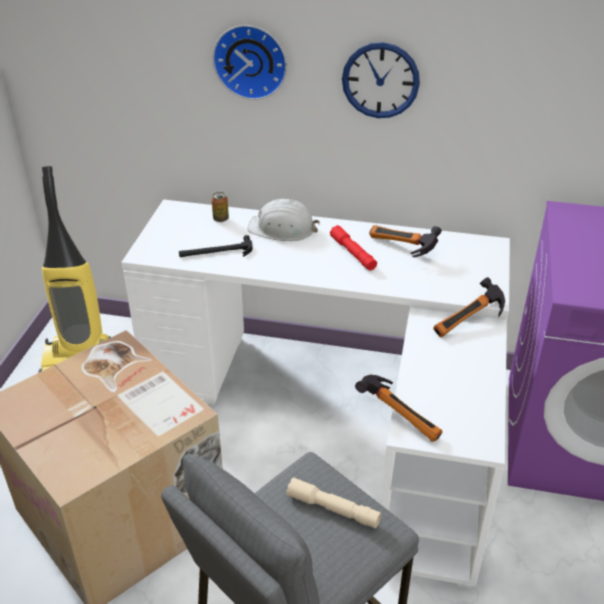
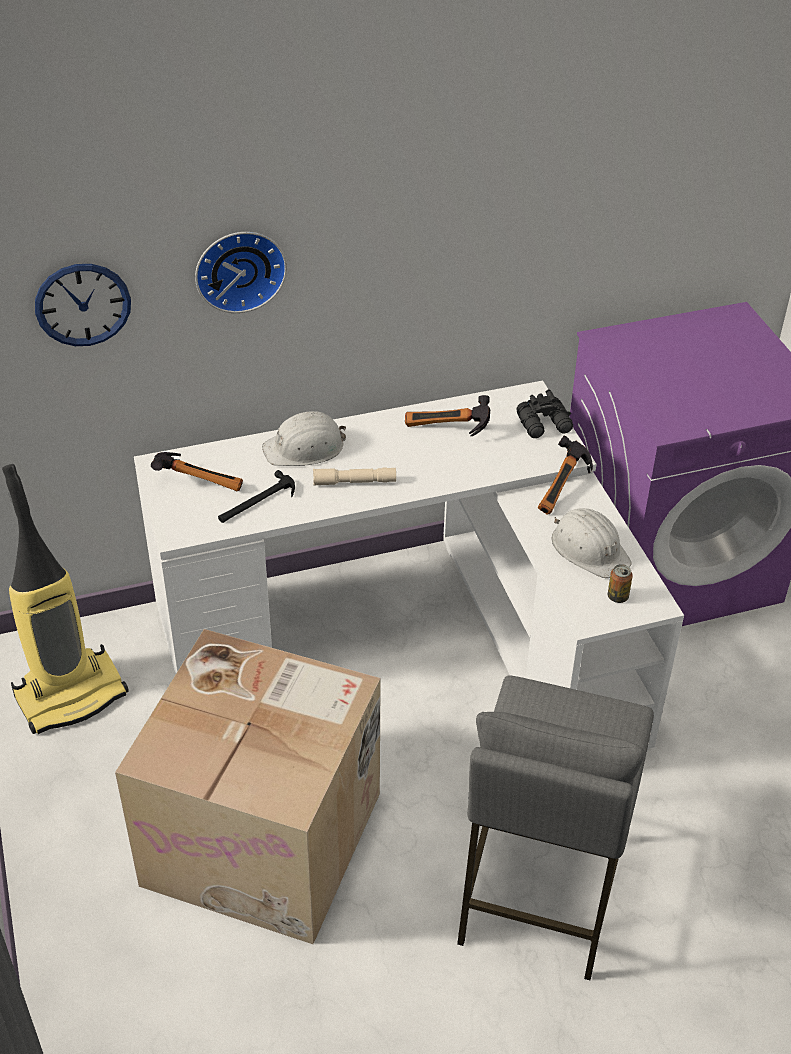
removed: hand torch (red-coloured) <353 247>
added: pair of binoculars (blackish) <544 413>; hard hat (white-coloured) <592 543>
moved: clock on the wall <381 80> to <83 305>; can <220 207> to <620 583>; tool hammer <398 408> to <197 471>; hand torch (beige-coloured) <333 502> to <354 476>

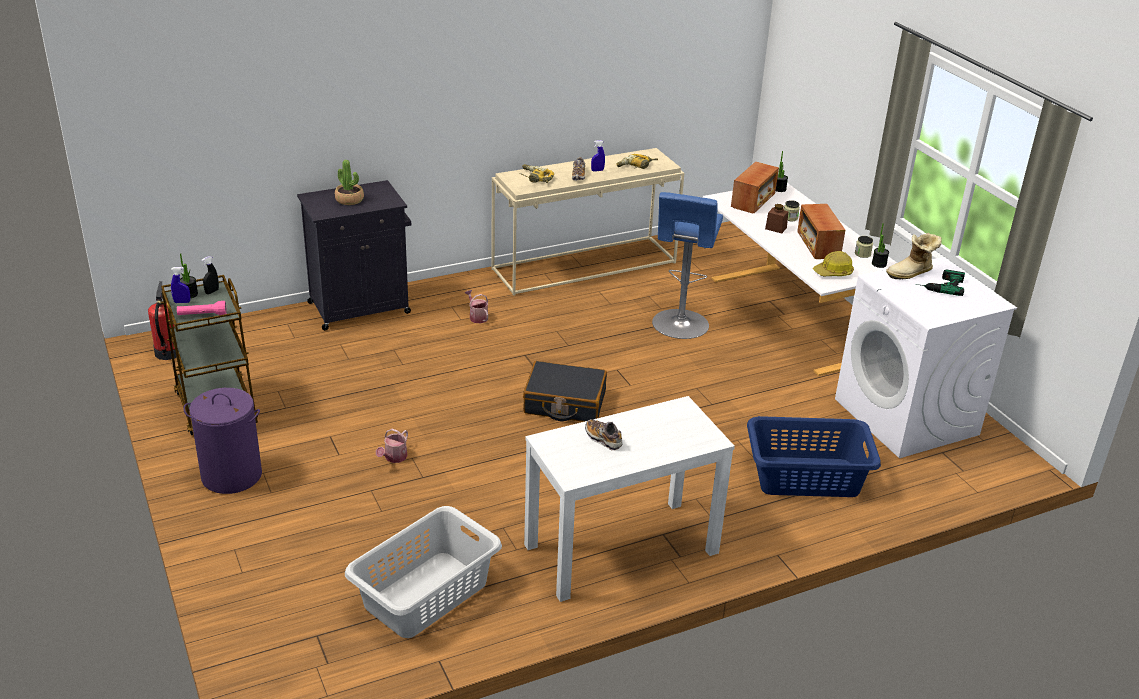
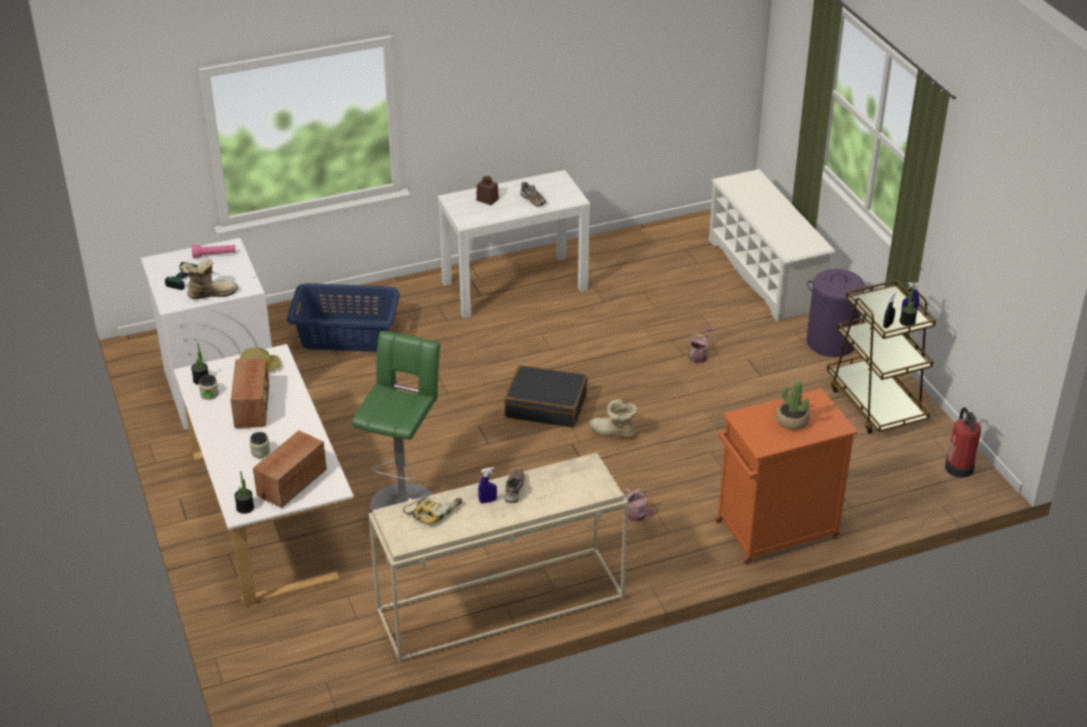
removed: power drill <536 173>; hamper (grey) <423 572>
added: shoe shelf (white-coloured) <772 245>; boot <613 418>
moved: storage jar (brown) <776 218> to <487 190>; hand torch (pinkish) <202 308> to <214 251>
recoloured: storage cabinet (blackish) <354 255> to storage cabinet (orange) <786 476>; stool (blue) <687 265> to stool (green) <396 421>

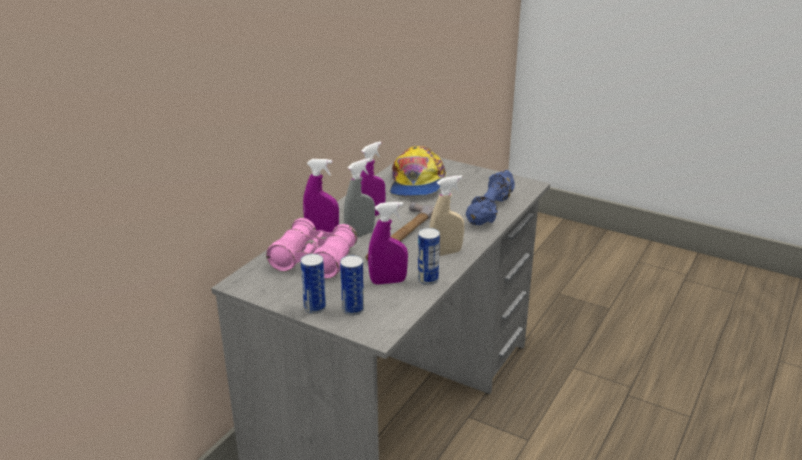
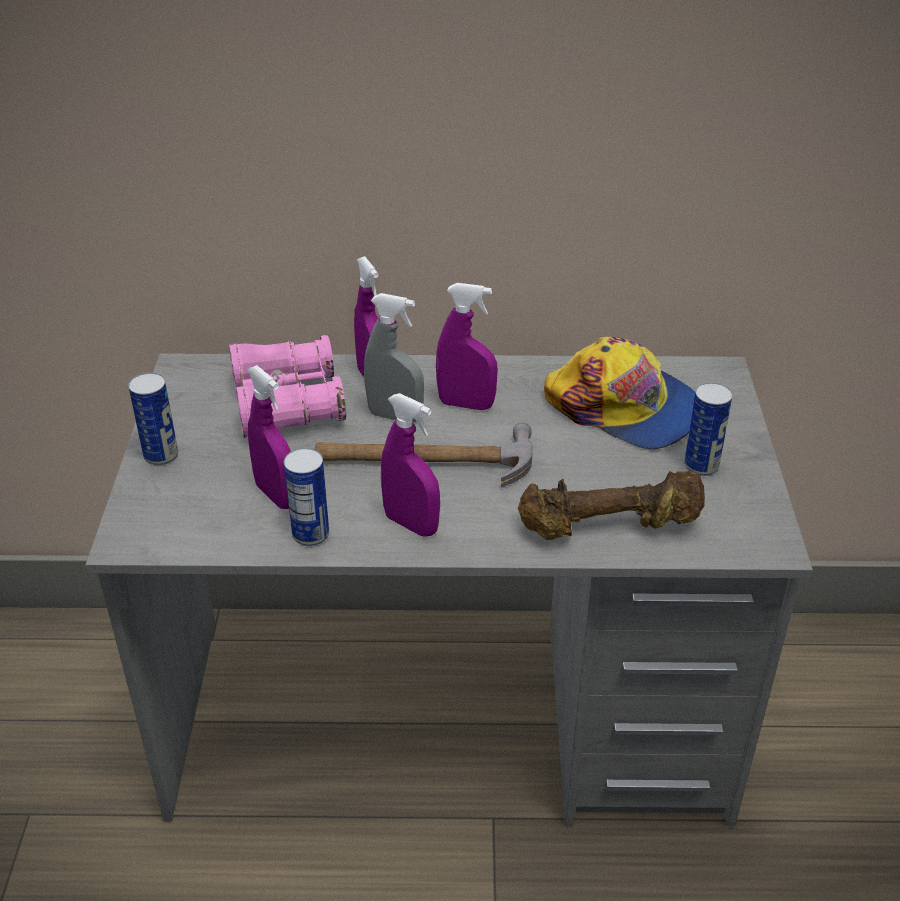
moved: can <352 285> to <708 429>
recoloured: free weight (blue) <490 197> to free weight (brown) <611 505>; hand sprayer (beige-coloured) <446 215> to hand sprayer (purple) <410 465>
turned: peaked cap <418 171> = <620 393> 120 degrees counterclockwise

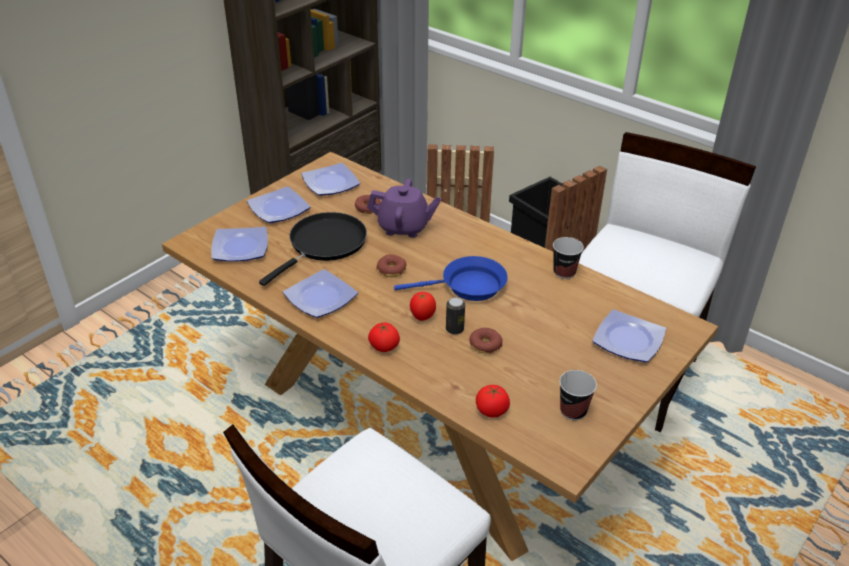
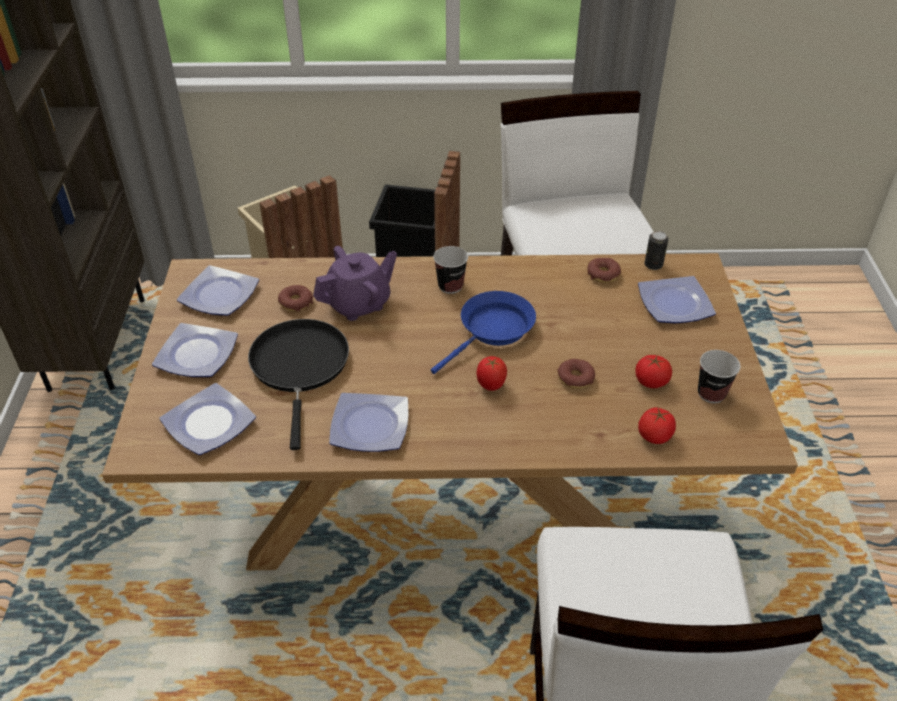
moved: small cup <568 258> to <450 270>; donut <391 265> to <604 270>; can <455 316> to <656 250>; tomato <384 337> to <653 371>

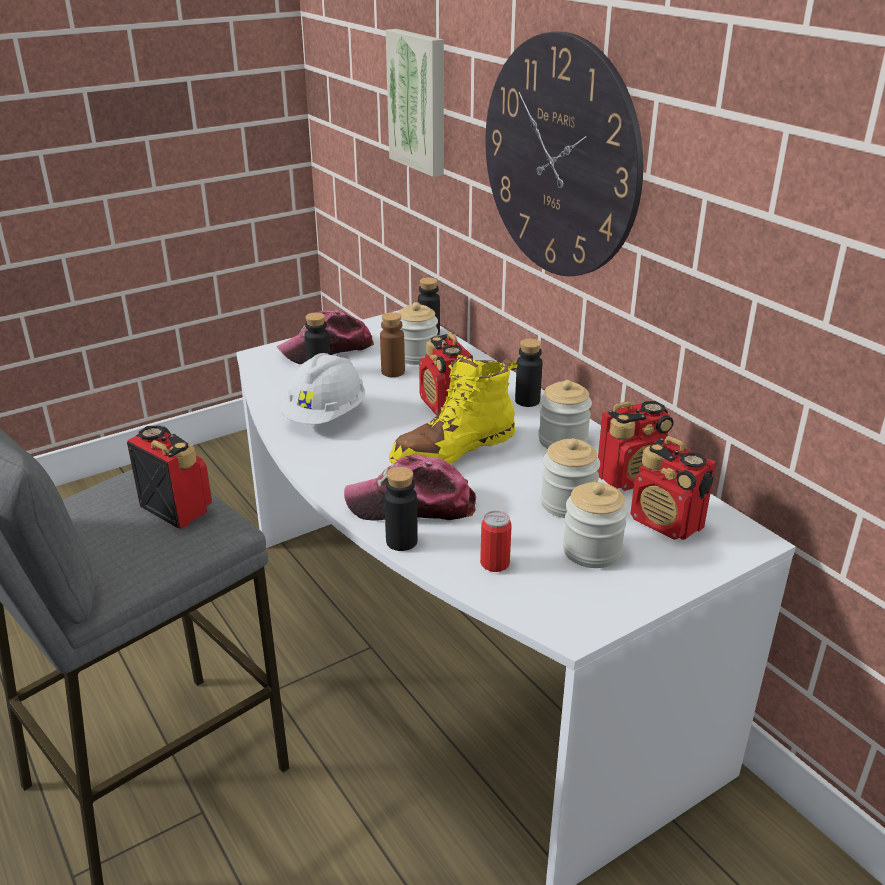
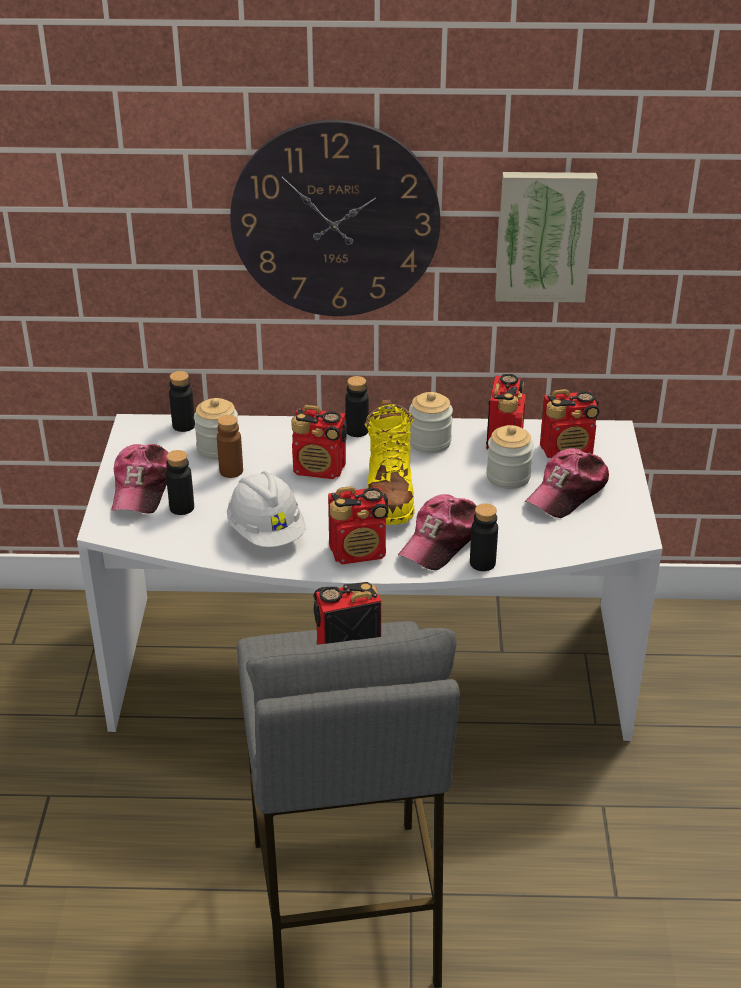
removed: can <496 541>
added: radio set <358 525>
moved: wall art <415 103> to <546 237>
replaced: storage jar <595 525> to peaked cap <567 483>

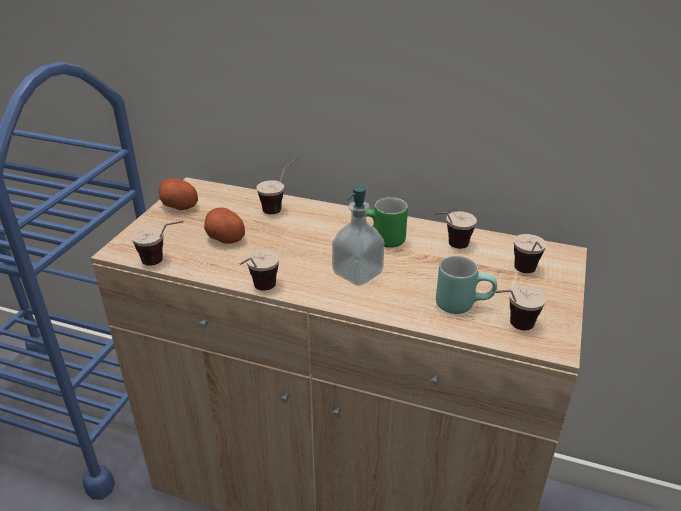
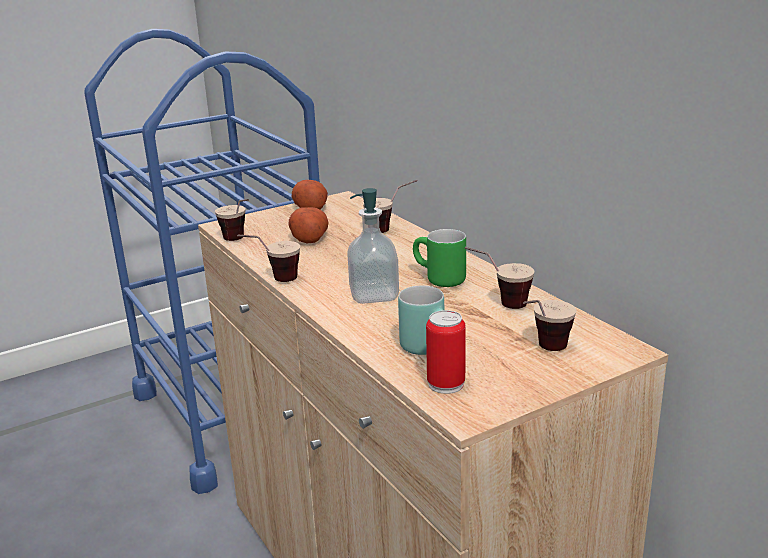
replaced: small cup <520 308> to can <446 352>

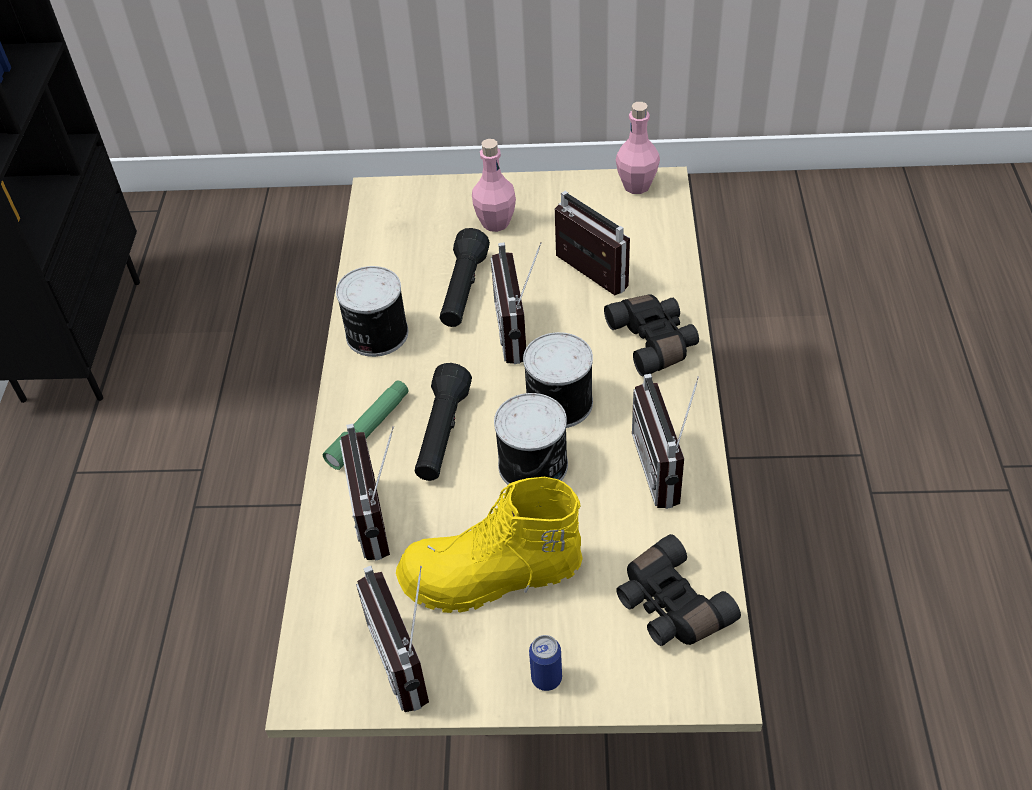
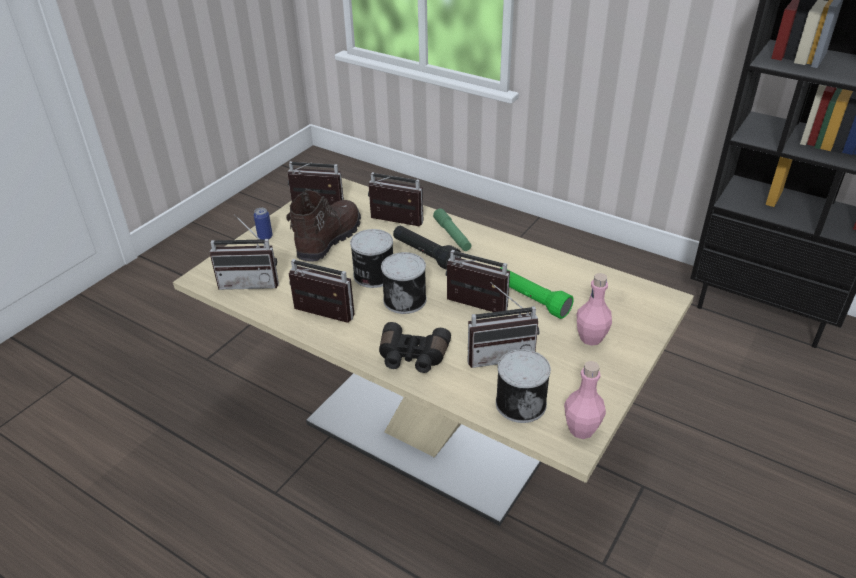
moved: can <372 311> to <523 386>
replaced: pair of binoculars (blackish) <678 590> to radio set <244 252>
recoloured: hand torch (blackish) <465 277> to hand torch (green) <536 293>; boot (yellowish) <489 545> to boot (brown) <323 226>

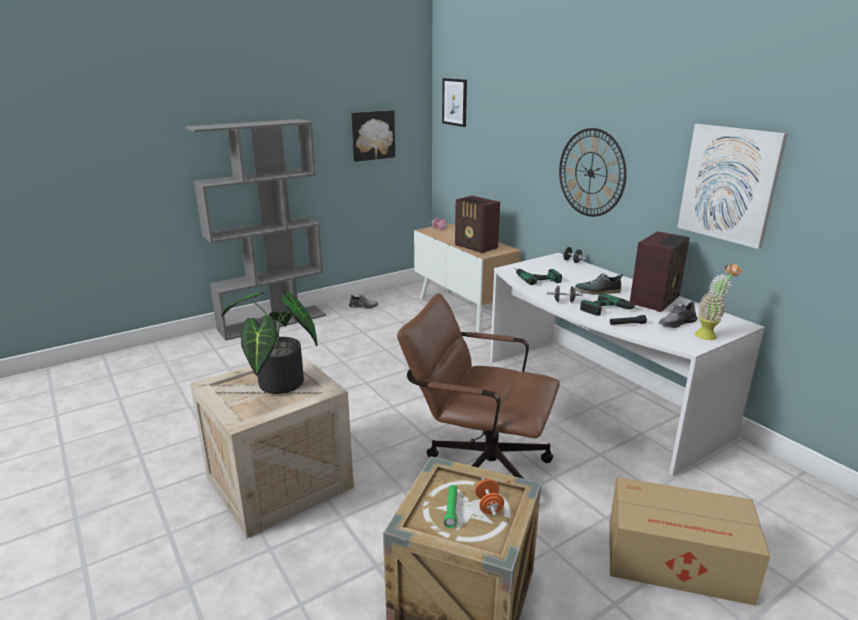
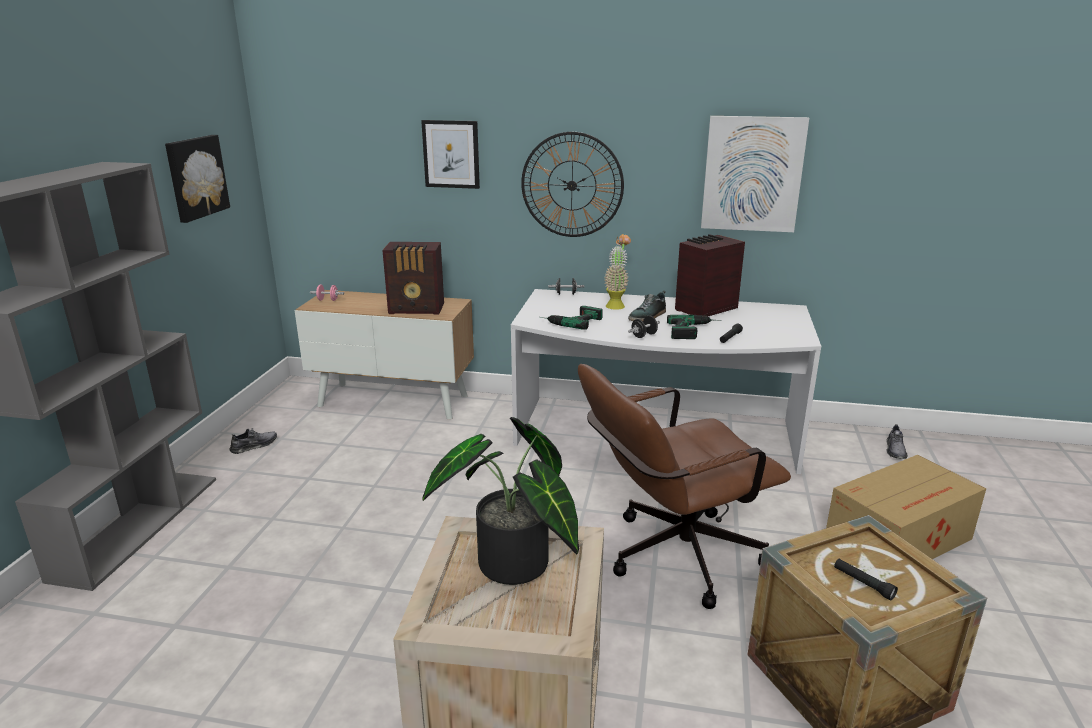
removed: free weight (orange) <489 497>
moved: wall art <454 102> to <450 154>; potted plant <718 301> to <618 272>; low shoe (grey) <678 314> to <897 441>
recoloured: hand torch (green) <450 506> to hand torch (blackish) <866 580>
turned: radio set <660 271> = <710 275> 120 degrees counterclockwise

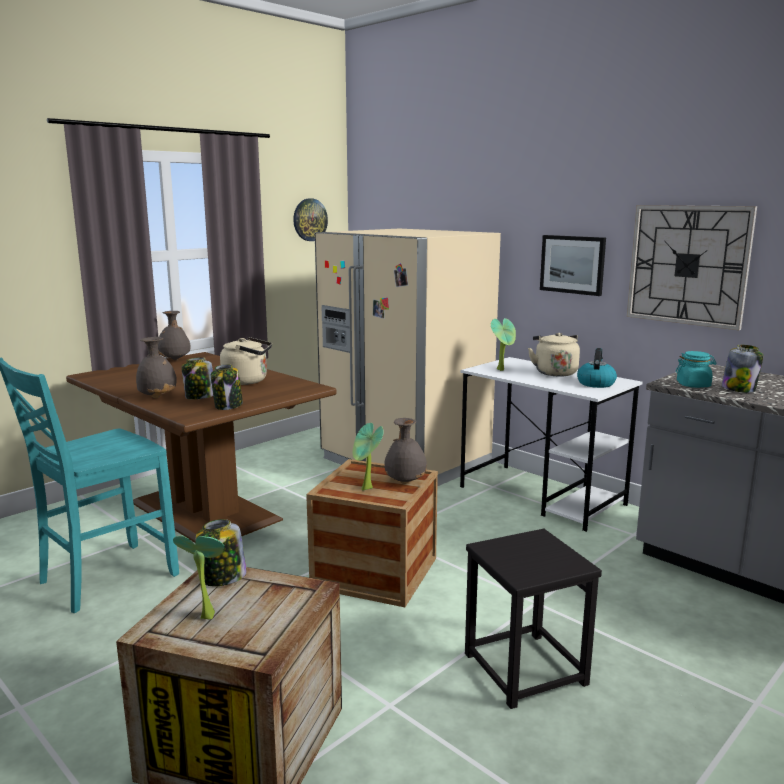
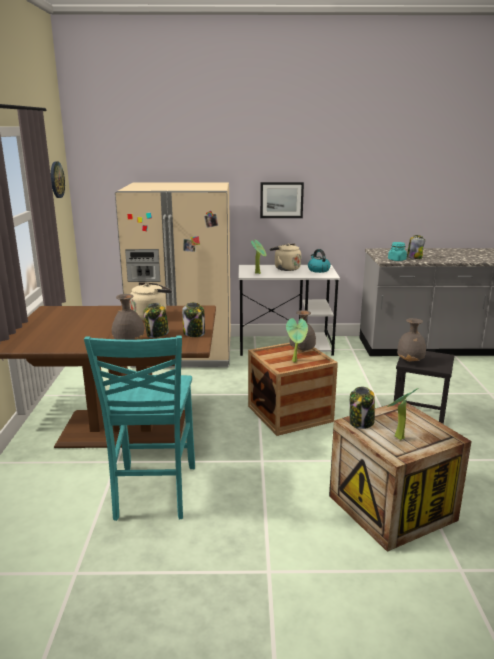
removed: clock on the wall <692 267>
moved: vase (grey) <174 335> to <411 340>

